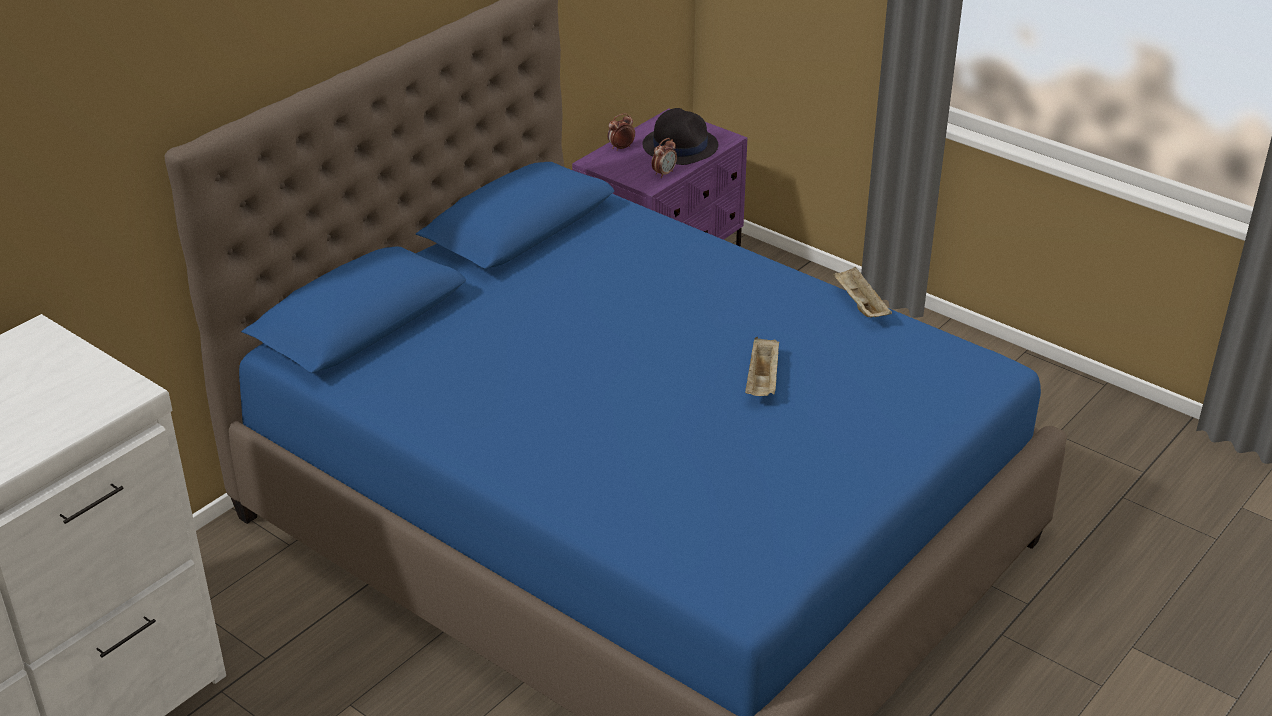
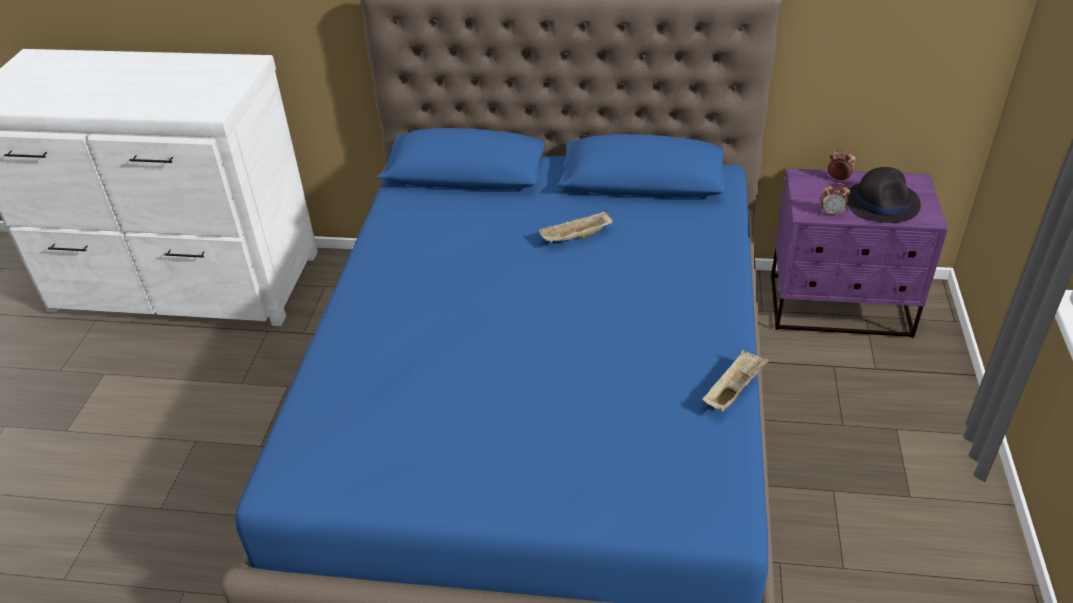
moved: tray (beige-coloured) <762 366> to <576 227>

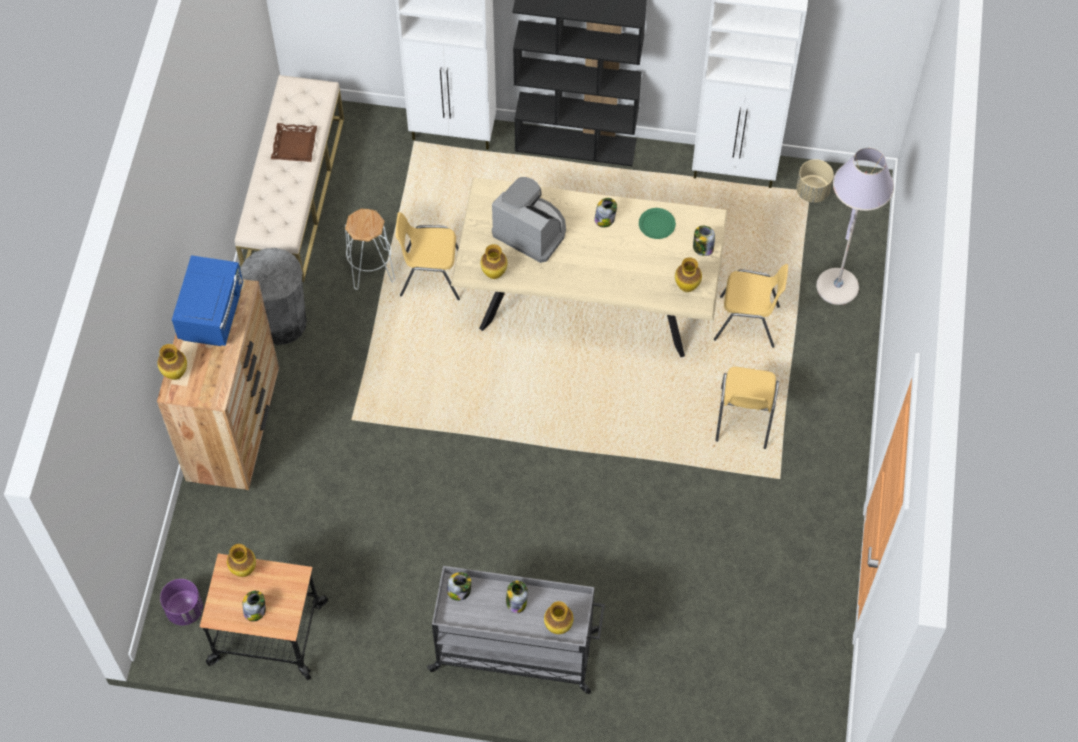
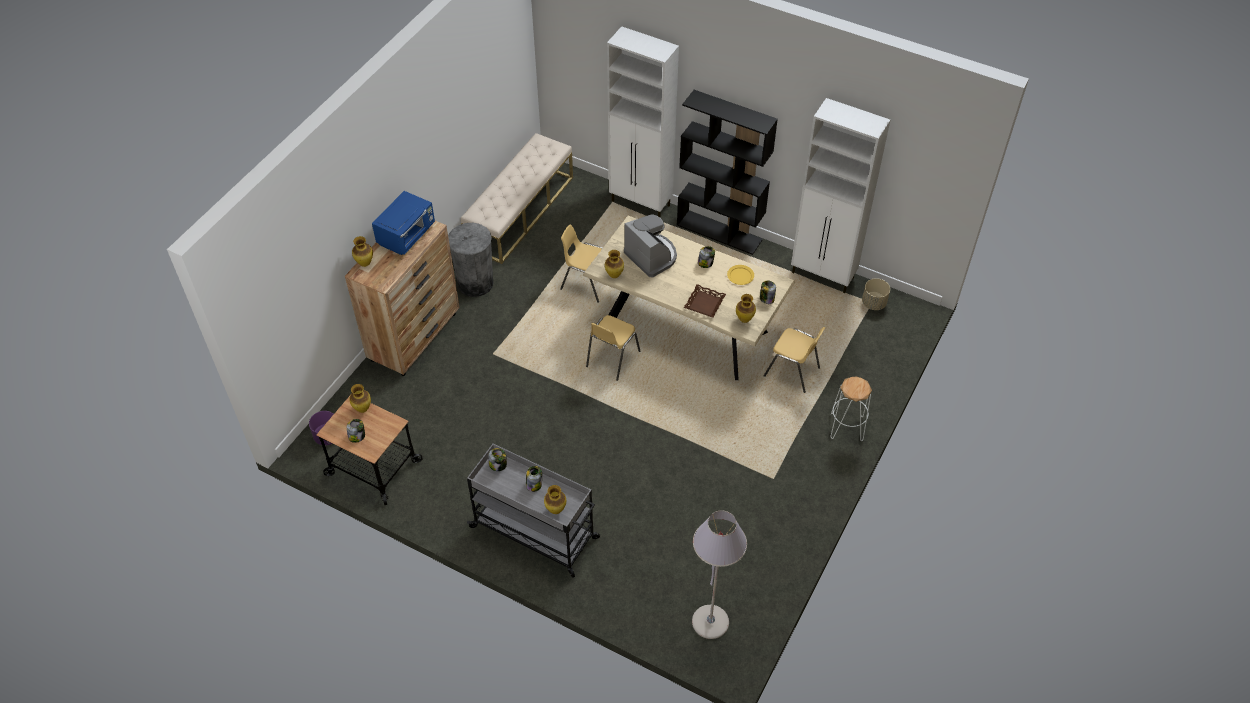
moved: tray (brown) <294 142> to <705 301>; floor lamp (grey) <855 226> to <719 575>; stool (white-coloured) <370 249> to <851 408>; plain chair (yellowish) <747 408> to <613 348>
recoloured: flat dish (green) <657 223> to flat dish (yellowish) <740 275>

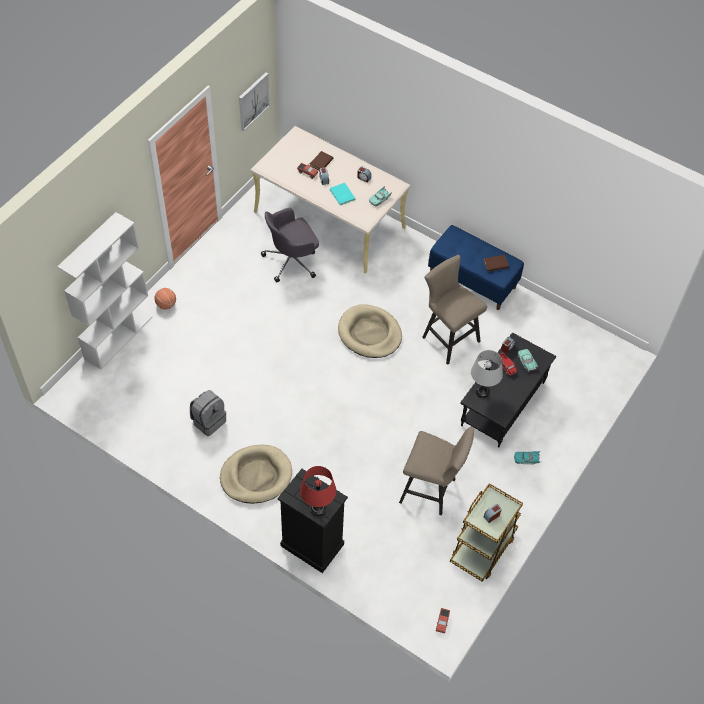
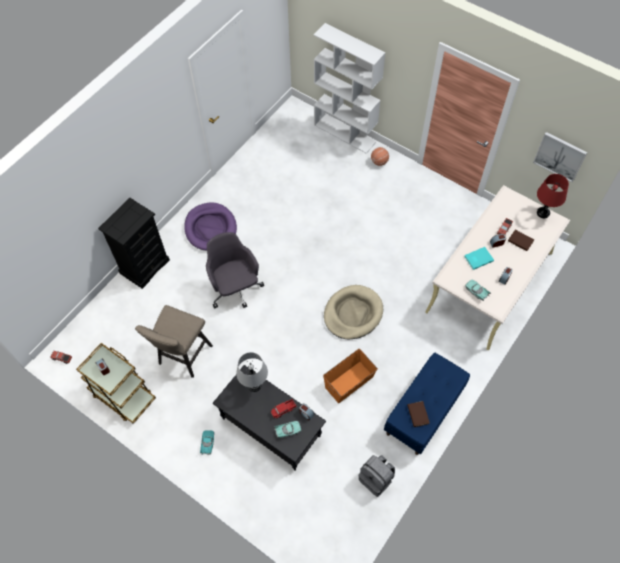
moved: desk chair (grey) <290 245> to <235 270>; knapsack (grey) <208 413> to <377 476>; lamp for a table (red-coloured) <318 491> to <553 196>
replaced: stool (beige-coloured) <454 310> to storage box (orange) <350 376>
recoloured: pet bed (beige-coloured) <256 474> to pet bed (purple) <210 226>

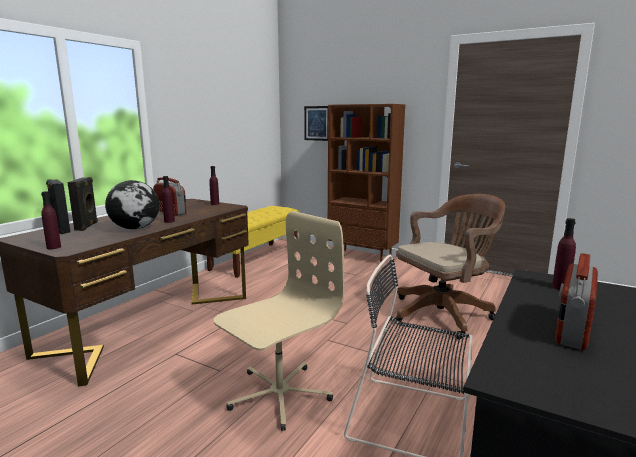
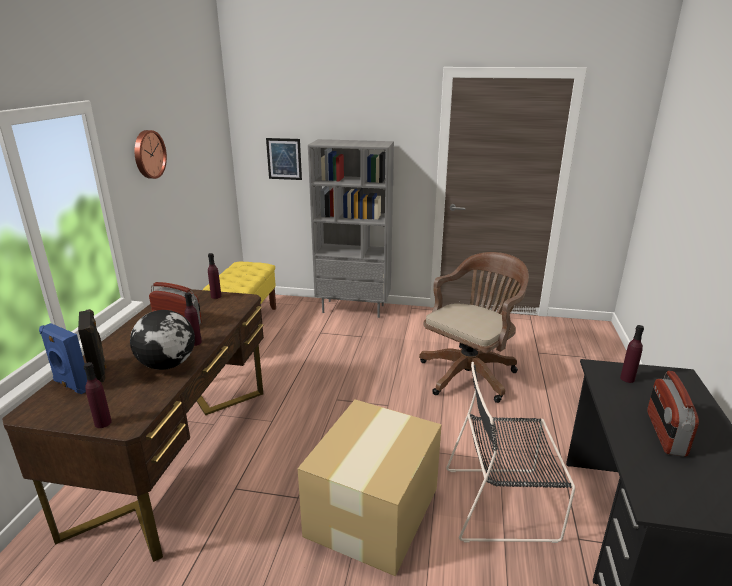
added: clock on the wall <150 154>
replaced: desk chair (beige-coloured) <278 321> to carton <370 487>
recoloured: bookshelf (brown) <366 183> to bookshelf (grey) <351 228>; audio speaker (blackish) <58 206> to audio speaker (blue) <63 358>

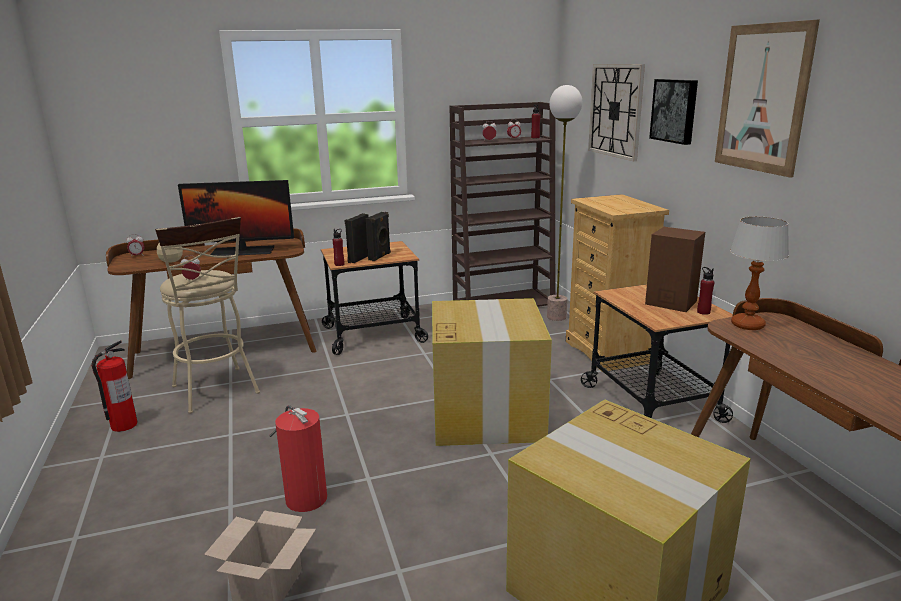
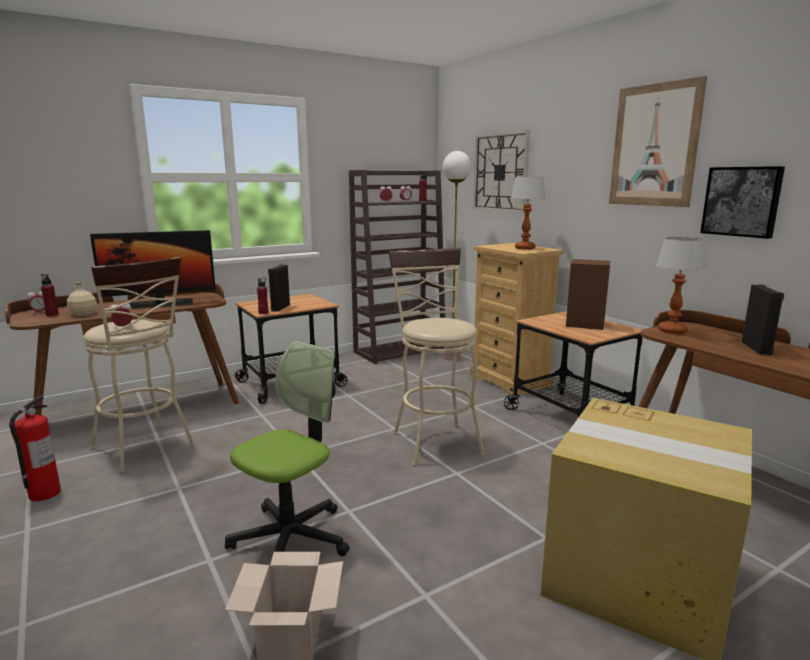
added: lamp for a table <528 213>
moved: wall art <673 112> to <742 202>; audio speaker (blackish) <378 236> to <763 320>; drink bottle (red-coloured) <705 291> to <50 295>
replaced: carton <492 372> to stool (beige-coloured) <436 357>; extinguisher <298 458> to desk chair <287 448>

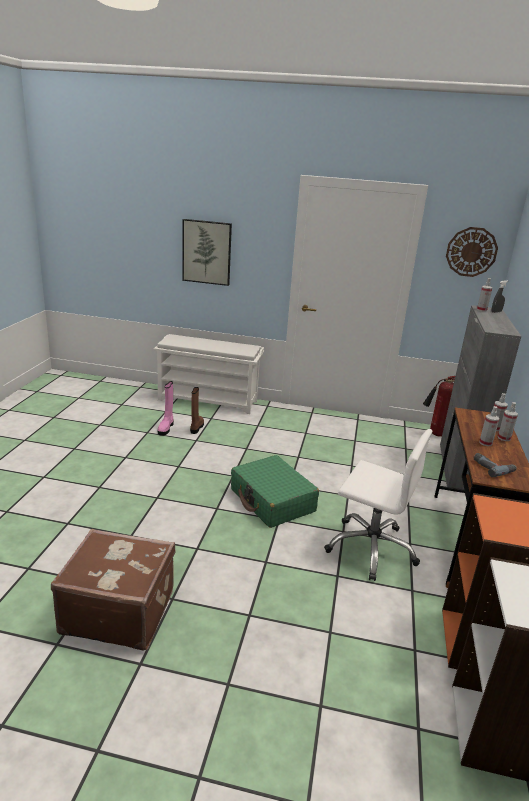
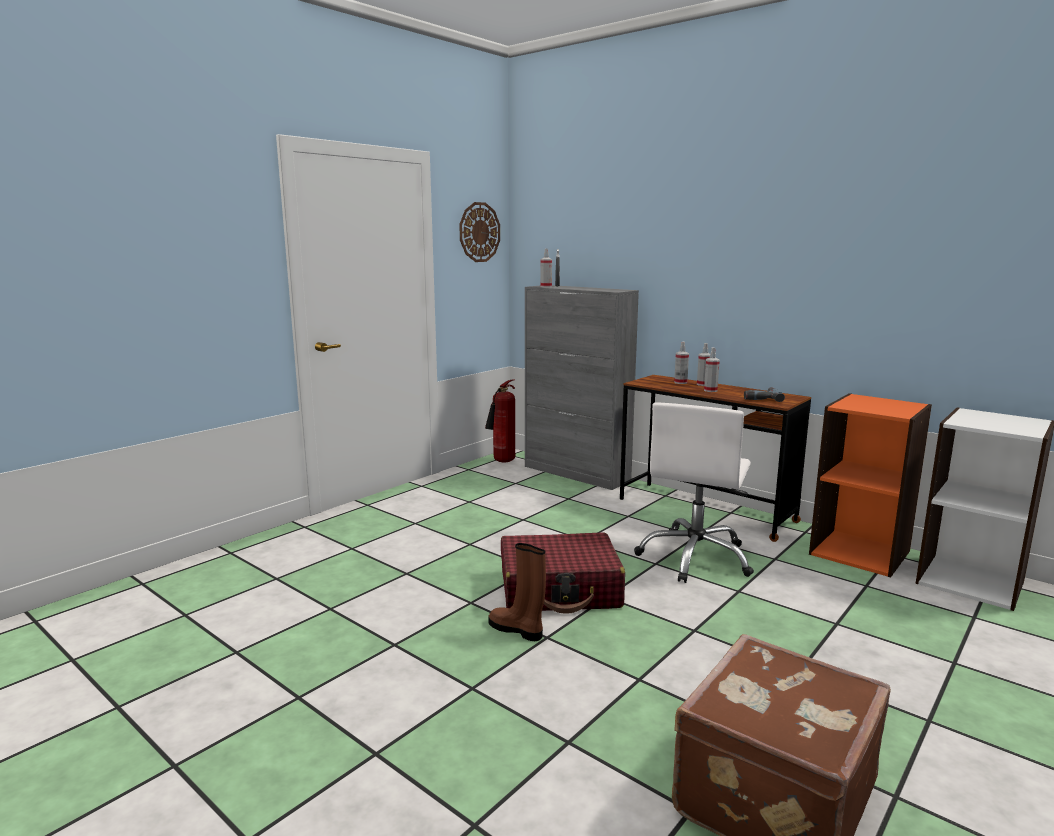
removed: wall art <207 252>; shoe shelf (white-coloured) <209 374>; boot (pinkish) <166 408>
moved: boot (brown) <197 410> to <517 592>
recoloured: piece of luggage (green) <275 491> to piece of luggage (red-coloured) <563 573>
turned: desk chair (white-coloured) <378 505> = <694 492> 150 degrees clockwise

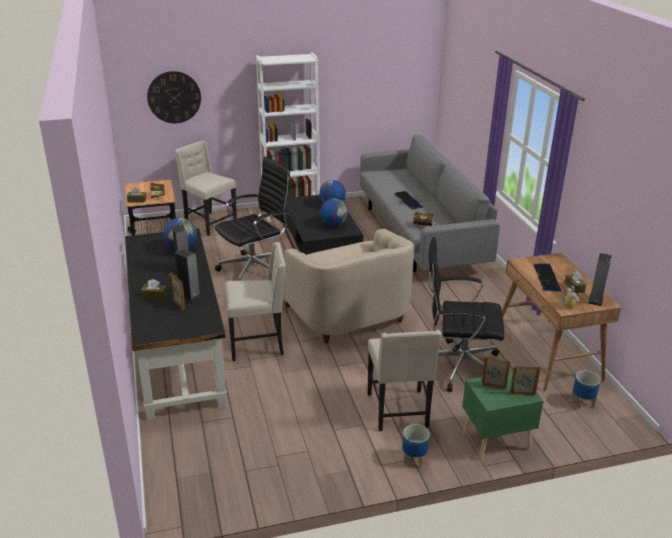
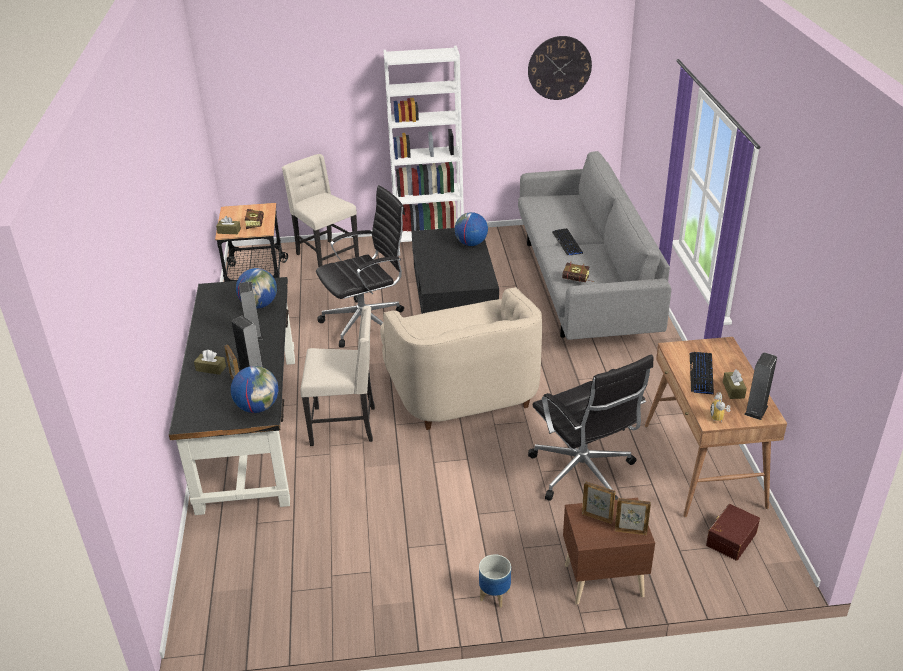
removed: plain chair (beige-coloured) <404 380>
moved: clock on the wall <174 97> to <560 68>; globe <334 212> to <255 389>
replaced: flower pot <586 390> to storage box (brown) <733 532>
recoloured: night table (green) <503 416> to night table (brown) <609 551>
turned: desk chair (blackish) <466 314> = <591 428> 135 degrees counterclockwise

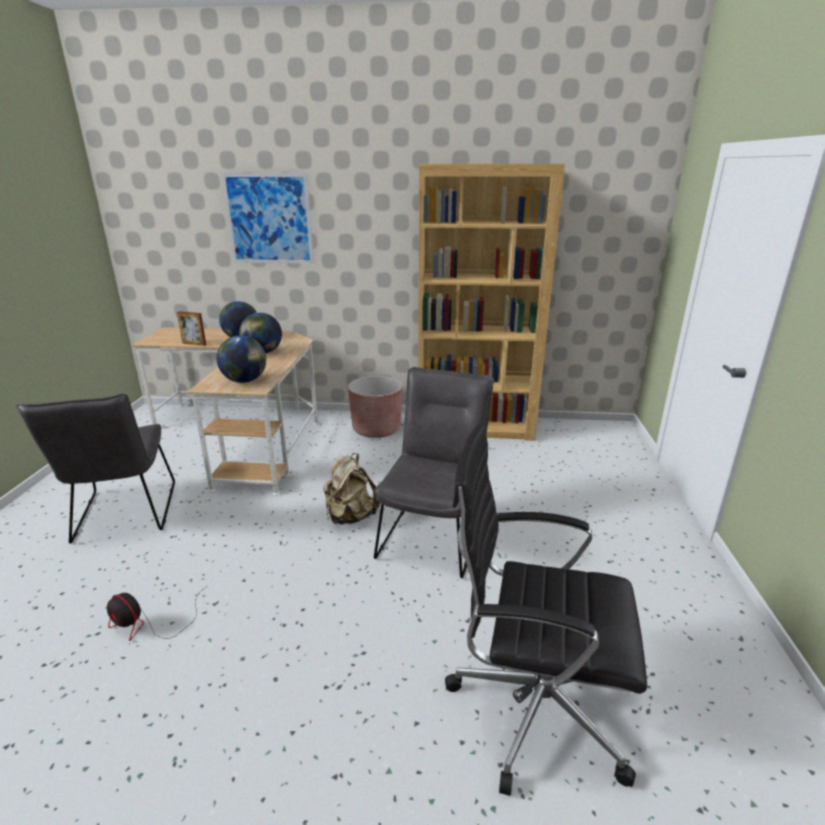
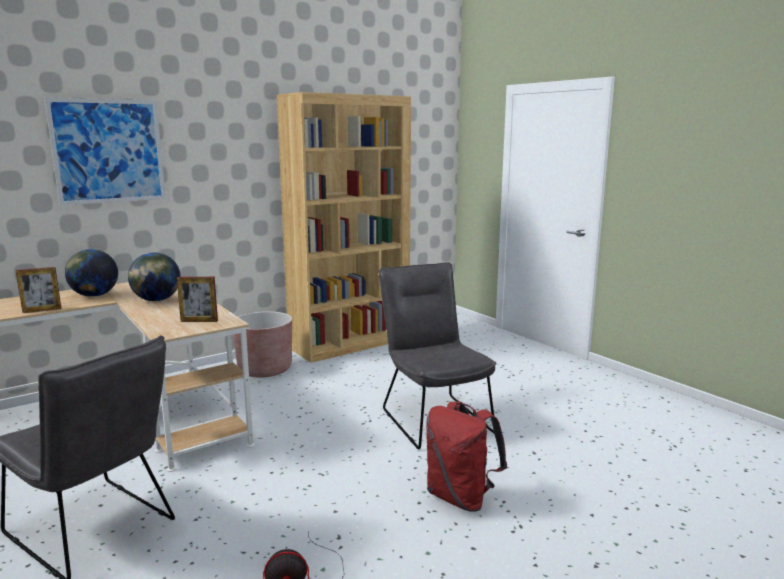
removed: desk chair (blackish) <546 609>; knapsack (beige-coloured) <351 489>
added: knapsack (red-coloured) <466 456>
replaced: globe <241 359> to picture frame <197 299>

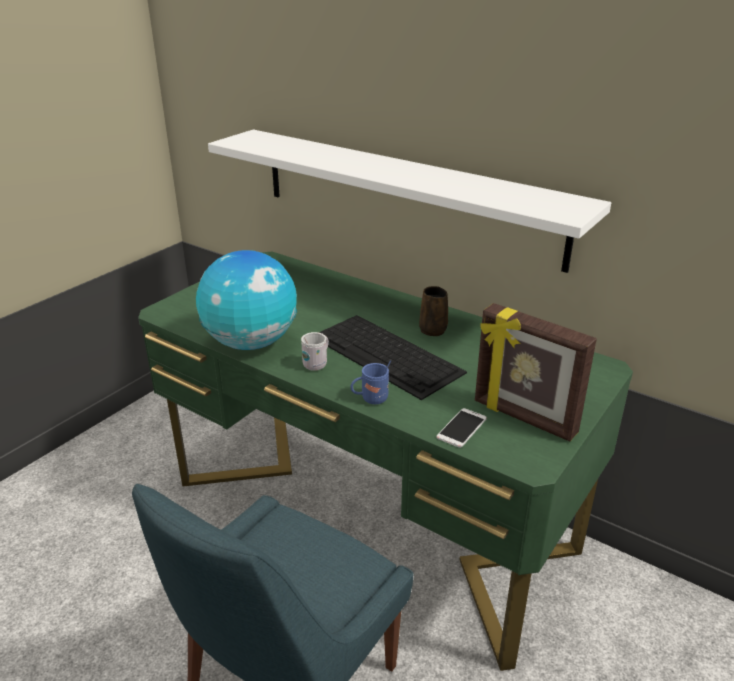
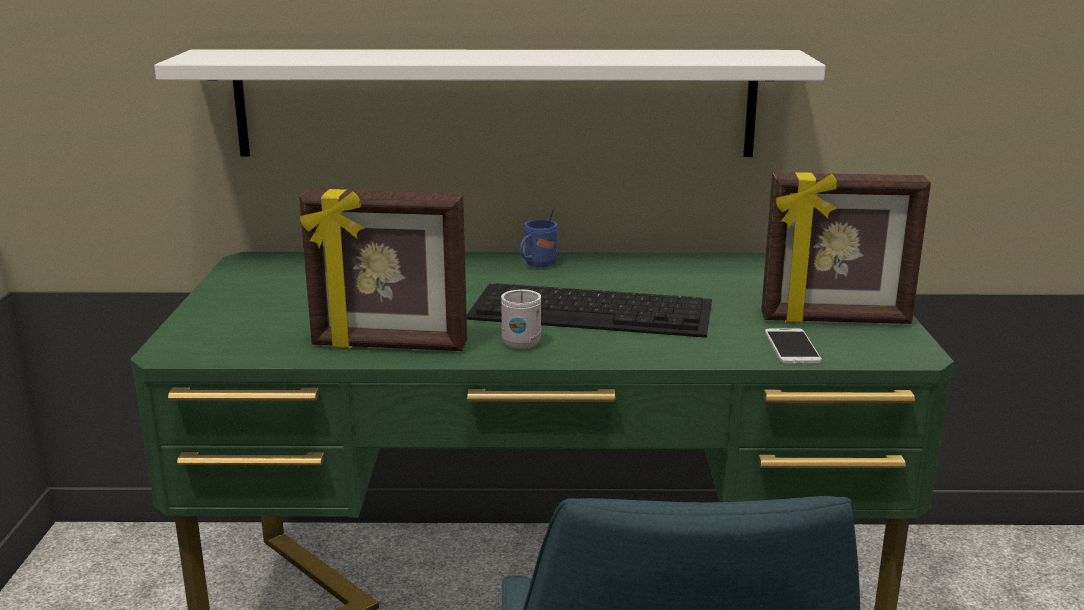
removed: mug (brown) <433 311>
moved: mug (blue) <370 382> to <538 238>
replaced: globe <246 300> to picture frame <383 270>

